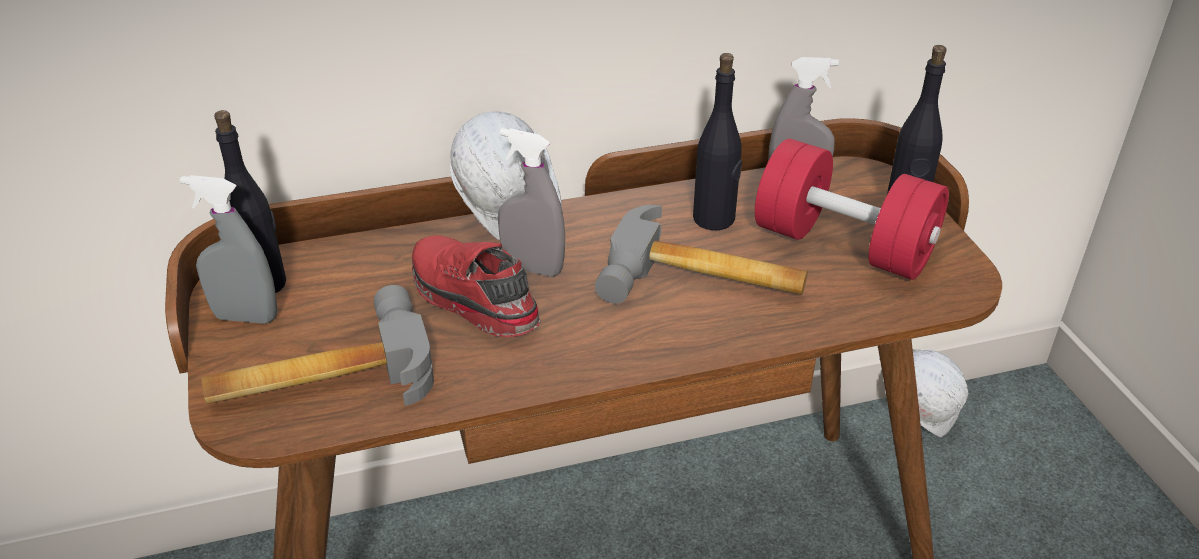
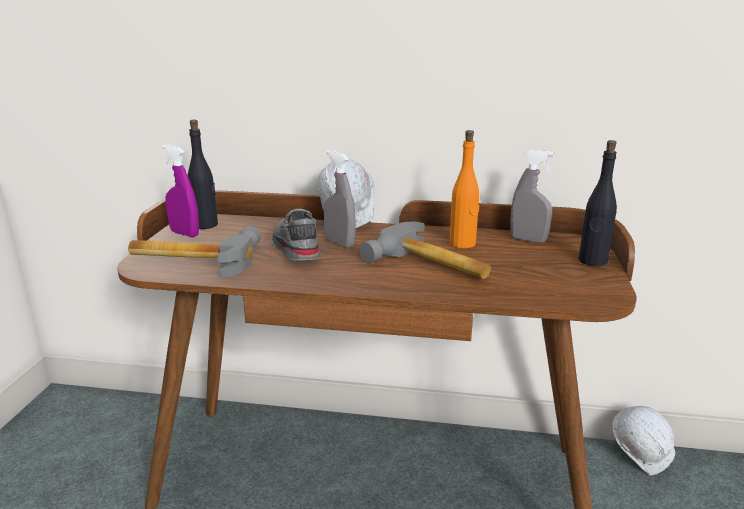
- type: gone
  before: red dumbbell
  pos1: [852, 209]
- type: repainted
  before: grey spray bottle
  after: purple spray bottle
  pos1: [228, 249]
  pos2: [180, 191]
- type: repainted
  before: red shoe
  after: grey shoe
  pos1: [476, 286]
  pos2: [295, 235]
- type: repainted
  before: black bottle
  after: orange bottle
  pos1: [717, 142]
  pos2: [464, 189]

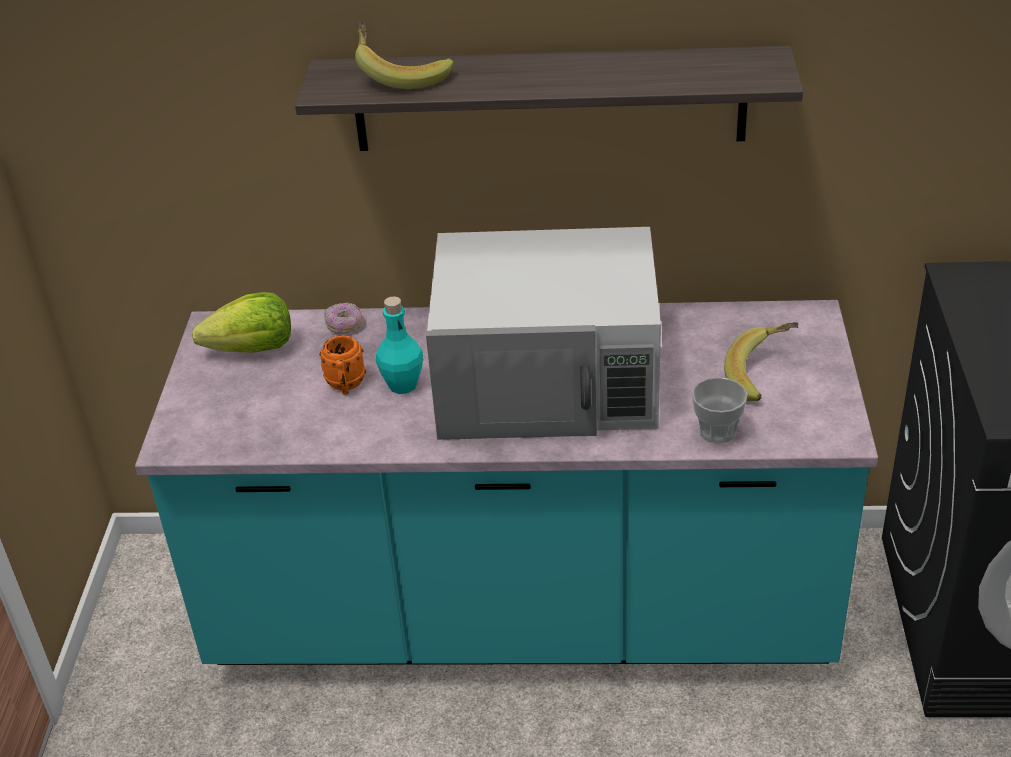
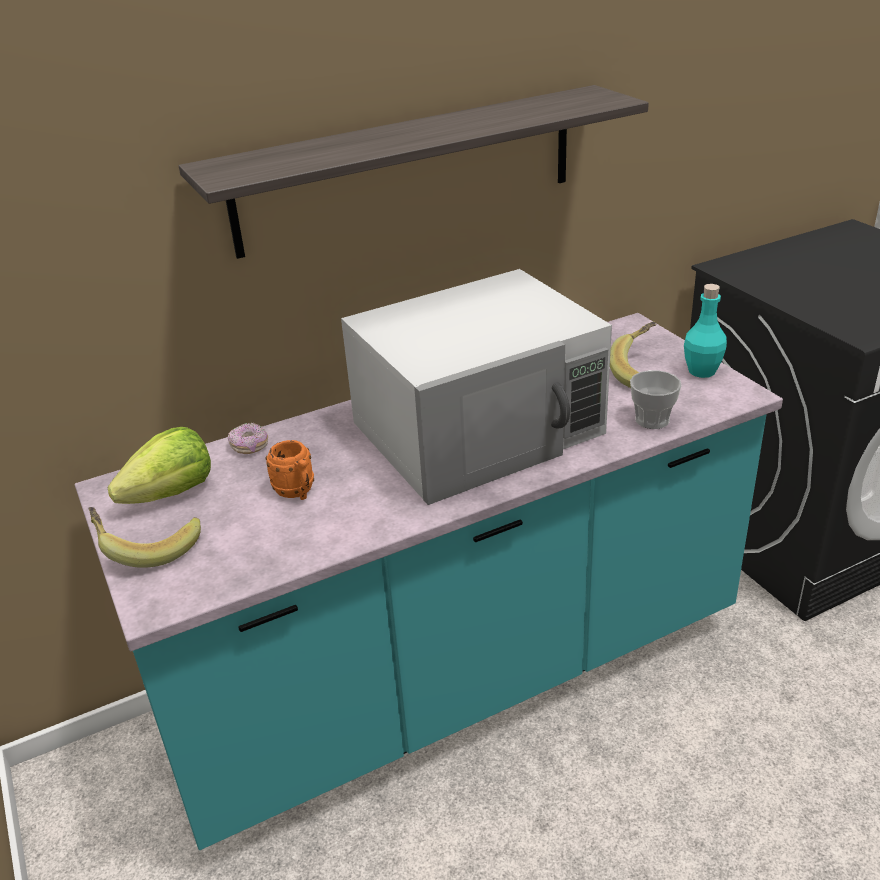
- type: shifted
  before: banana
  pos1: [404, 55]
  pos2: [144, 537]
- type: shifted
  before: turquoise bottle
  pos1: [399, 345]
  pos2: [705, 331]

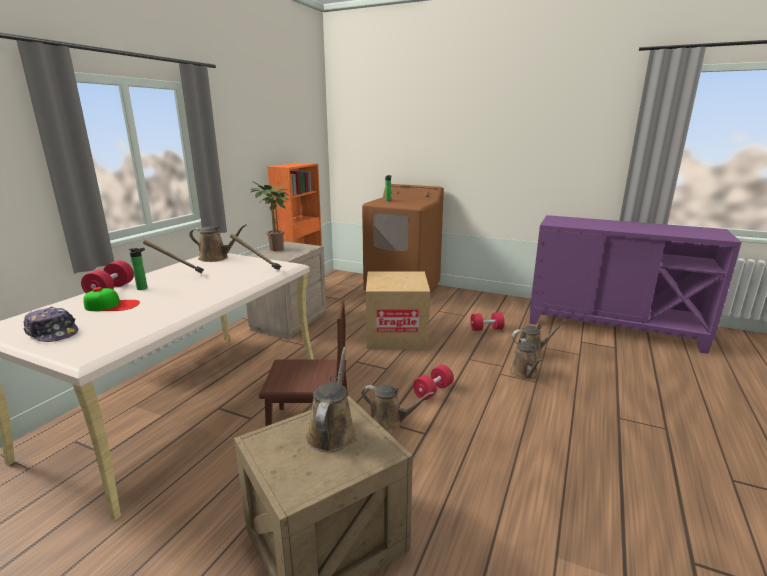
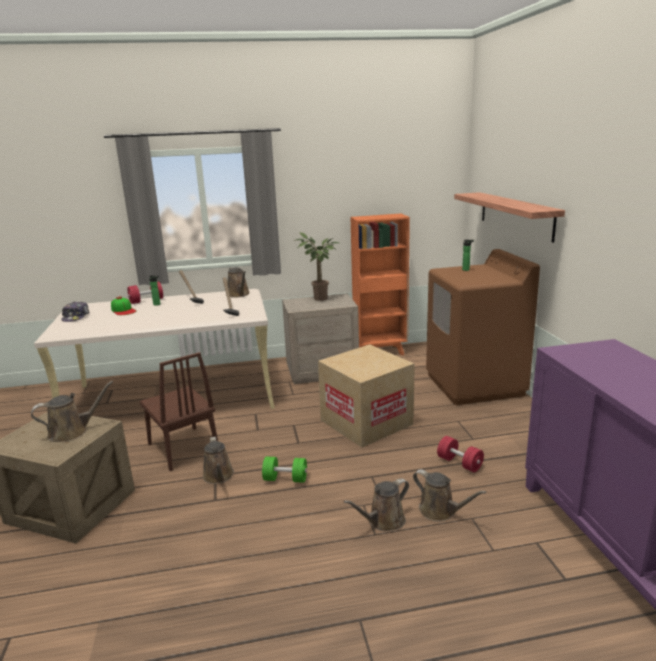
- type: new
  after: shelf
  pos2: [509, 217]
- type: repainted
  before: red dumbbell
  after: green dumbbell
  pos1: [433, 382]
  pos2: [284, 469]

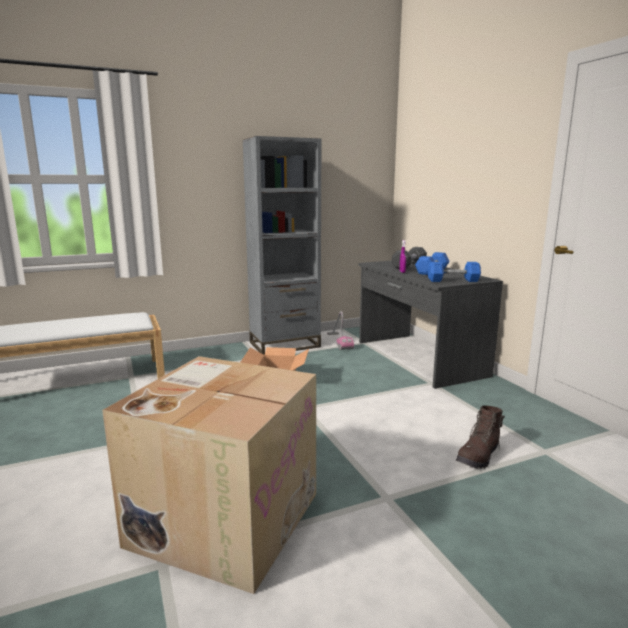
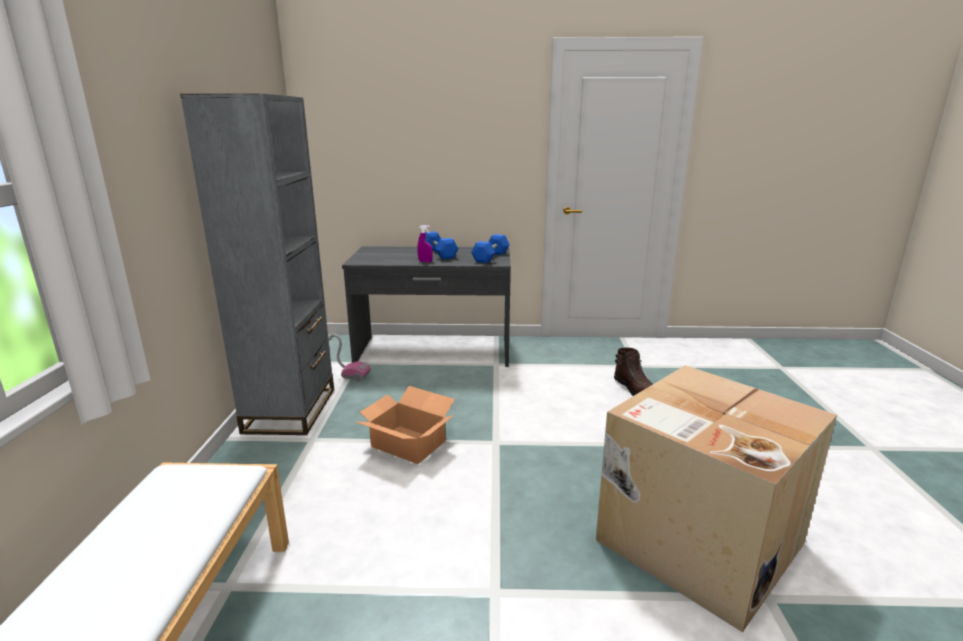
- type: gone
  before: black dumbbell
  pos1: [409, 258]

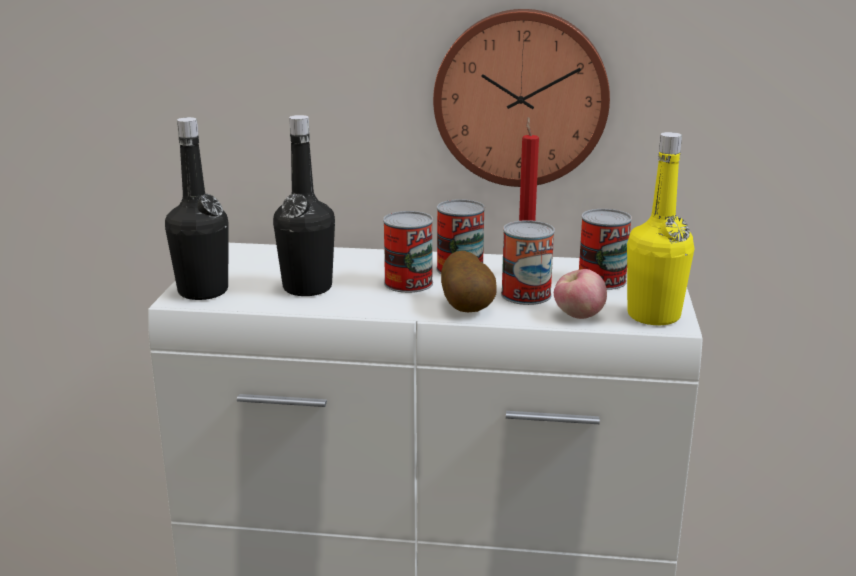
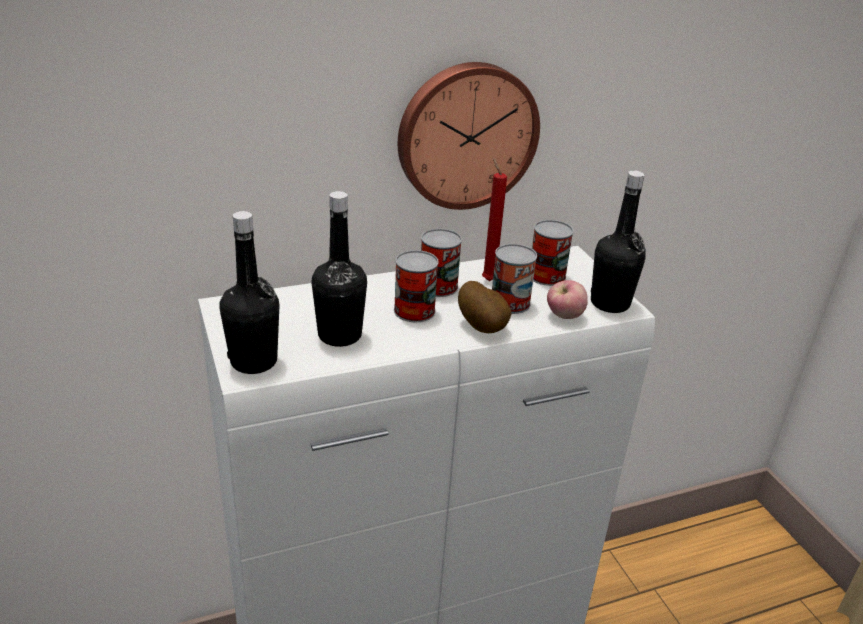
- type: repainted
  before: yellow bottle
  after: black bottle
  pos1: [660, 228]
  pos2: [618, 241]

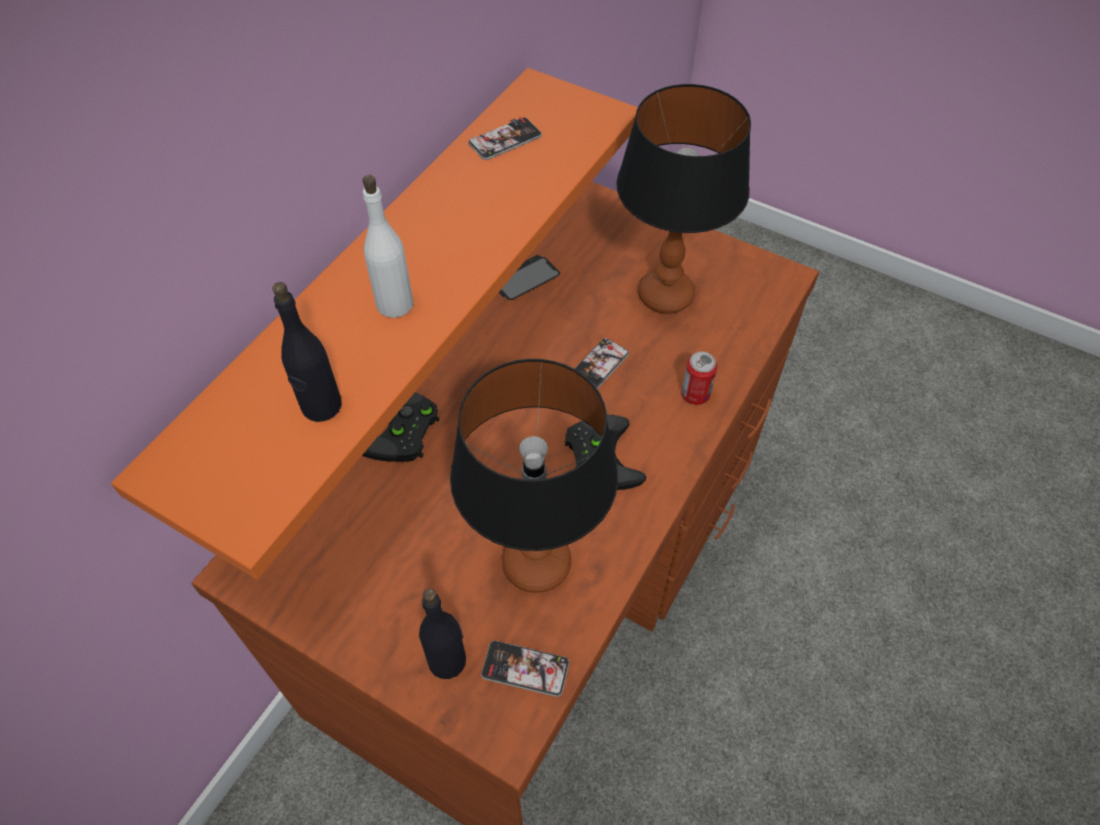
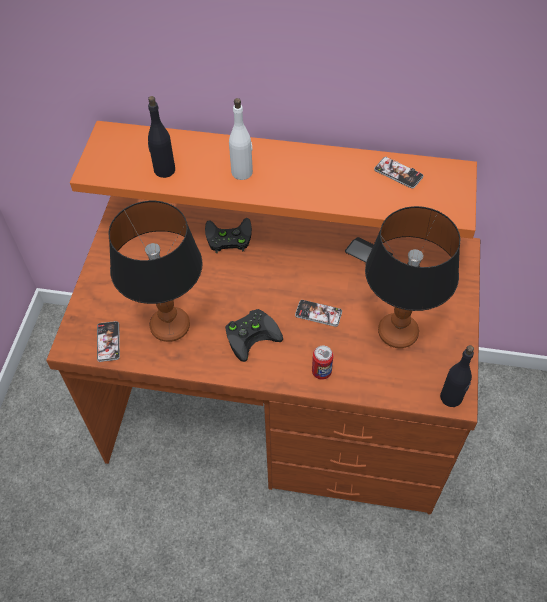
- type: shifted
  before: black bottle
  pos1: [442, 634]
  pos2: [457, 376]

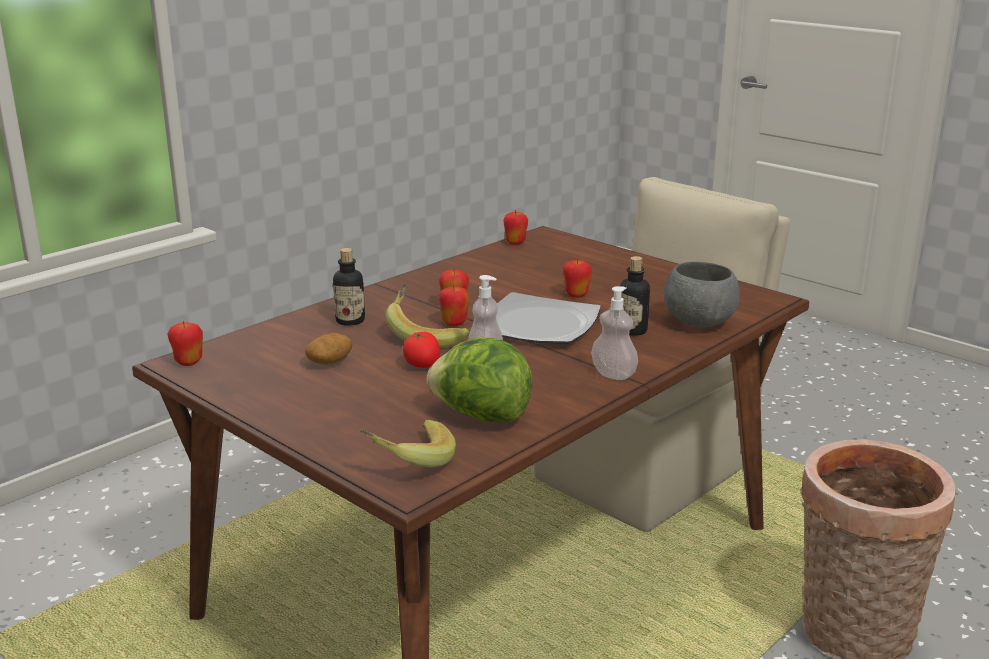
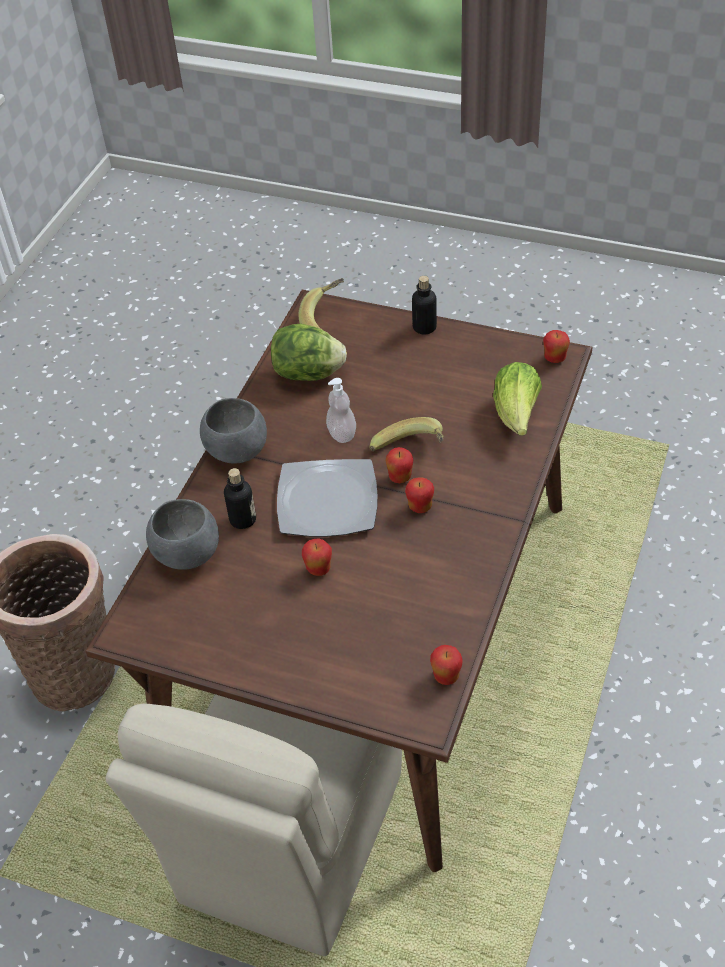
- type: gone
  before: potato
  pos1: [328, 348]
- type: gone
  before: tomato
  pos1: [421, 350]
- type: new
  after: lettuce
  pos2: [517, 399]
- type: shifted
  before: bottle
  pos1: [349, 287]
  pos2: [424, 305]
- type: swapped
  before: soap dispenser
  after: grey bowl
  pos1: [614, 333]
  pos2: [233, 431]

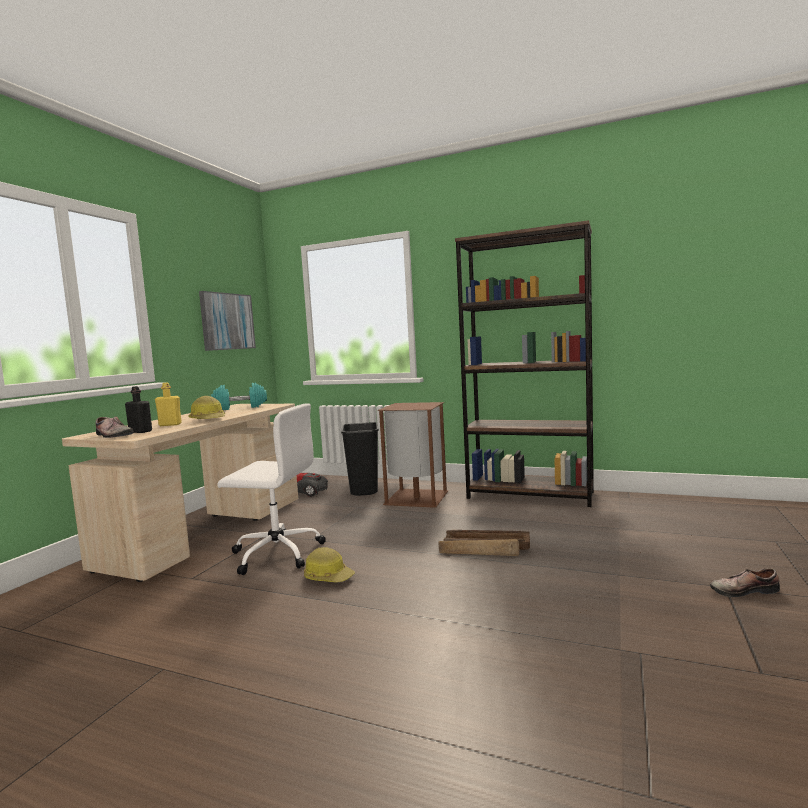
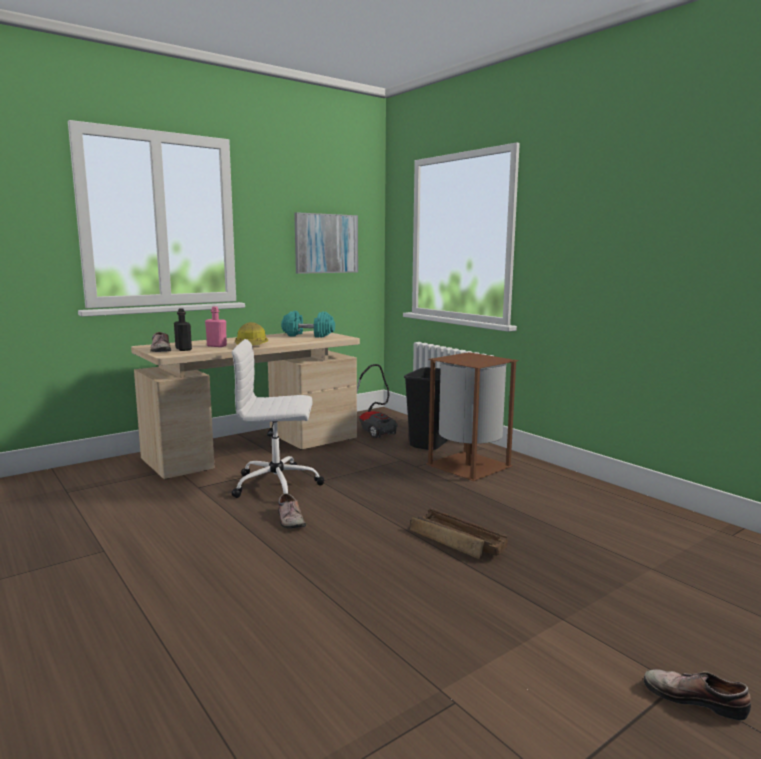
- type: gone
  before: brown bookcase
  pos1: [524, 363]
- type: swapped
  before: hard hat
  after: shoe
  pos1: [329, 565]
  pos2: [292, 511]
- type: repainted
  before: yellow bottle
  after: pink bottle
  pos1: [168, 404]
  pos2: [216, 326]
- type: rotated
  before: white office chair
  pos1: [271, 489]
  pos2: [278, 418]
  turn: 135

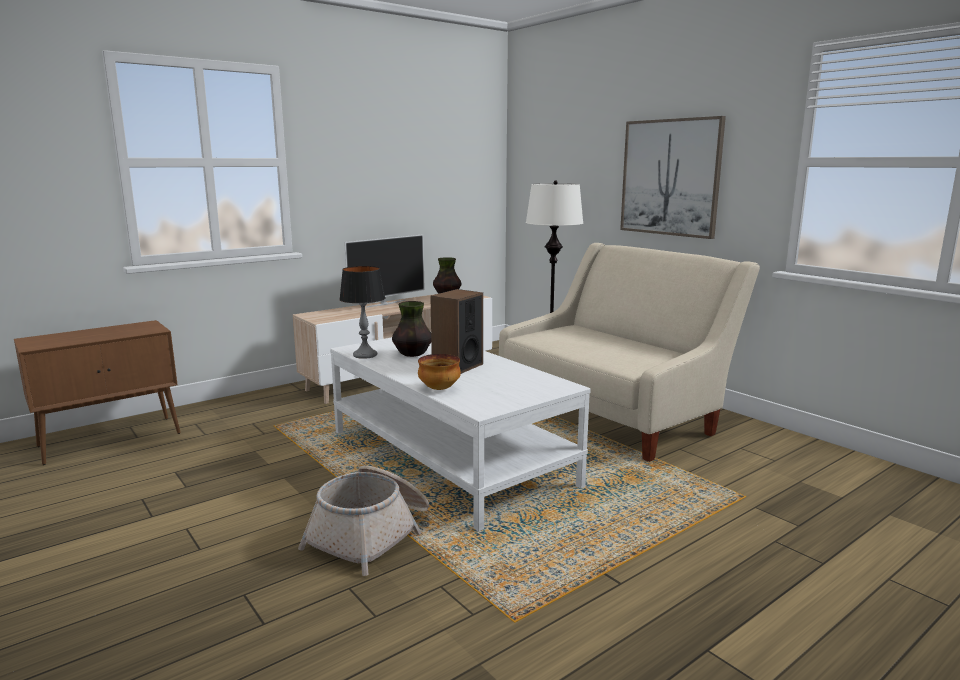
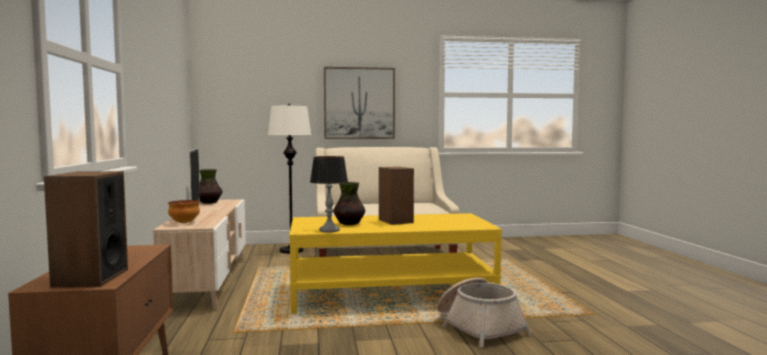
- type: new
  after: speaker
  pos2: [86, 229]
- type: shifted
  before: bowl
  pos1: [439, 372]
  pos2: [184, 211]
- type: repainted
  before: white coffee table
  after: yellow coffee table
  pos1: [460, 434]
  pos2: [395, 263]

